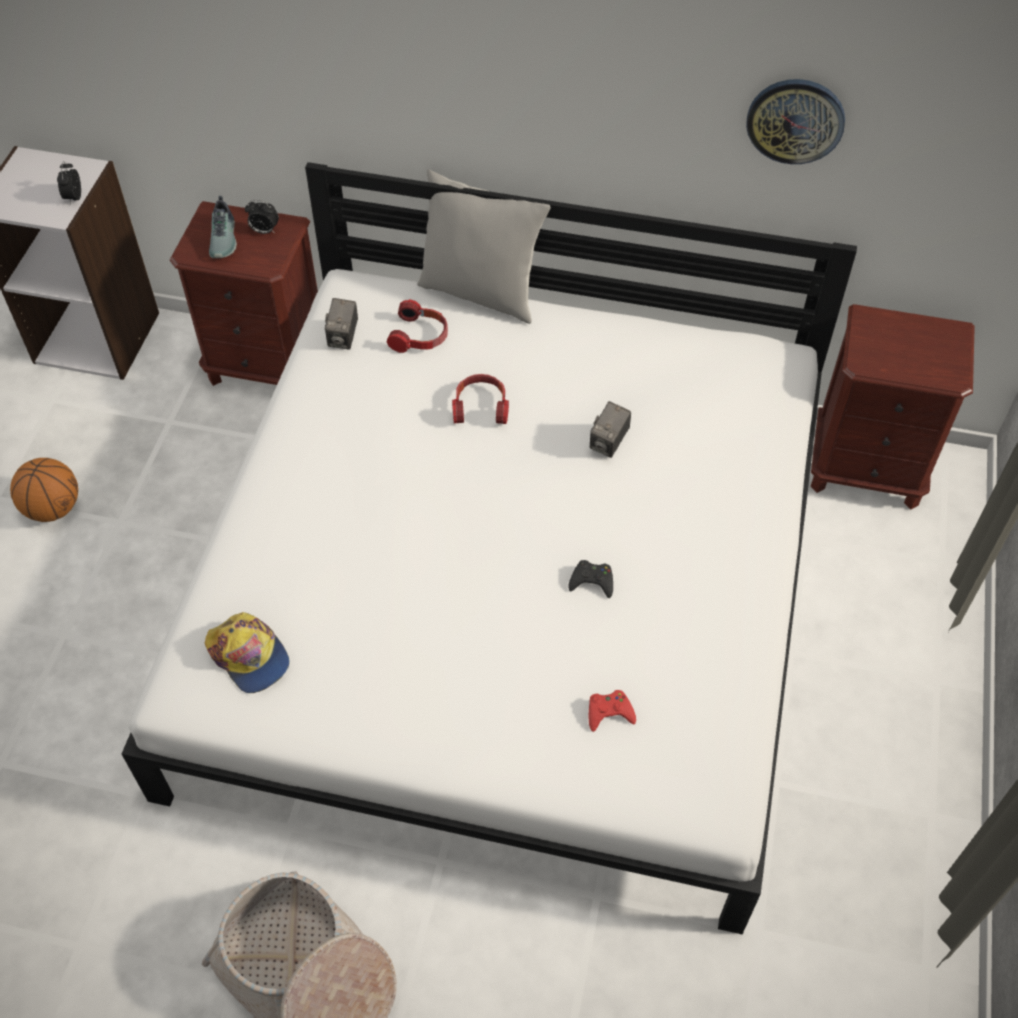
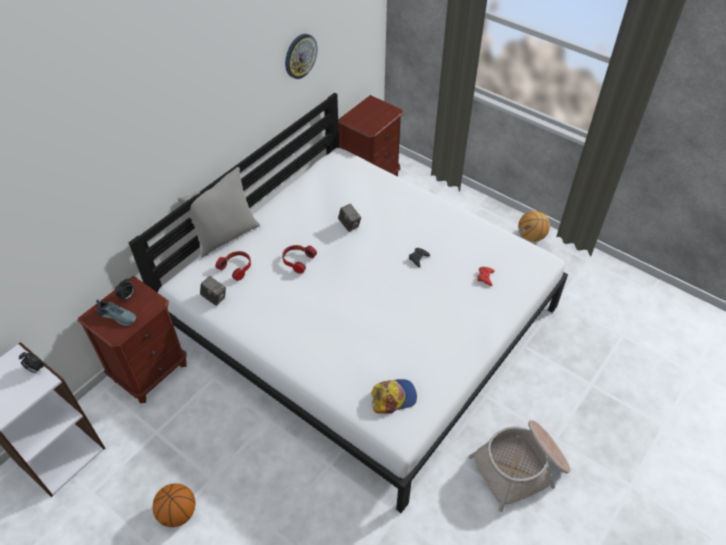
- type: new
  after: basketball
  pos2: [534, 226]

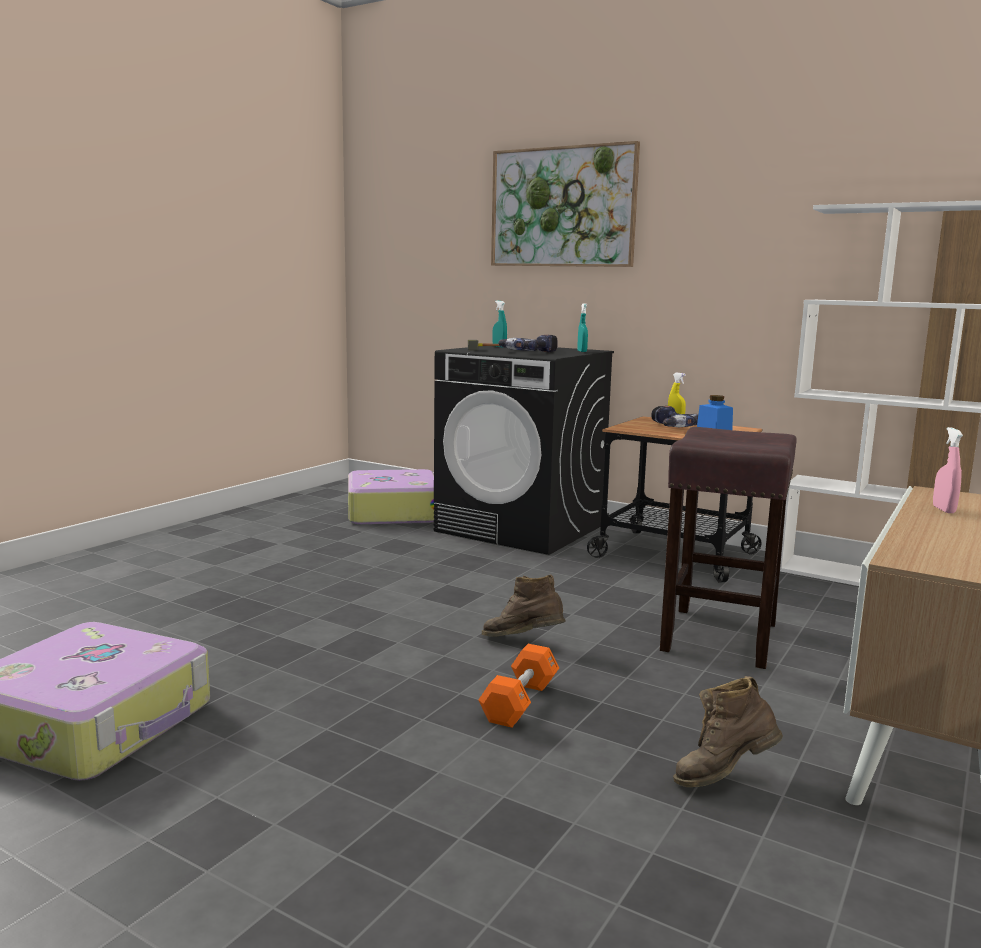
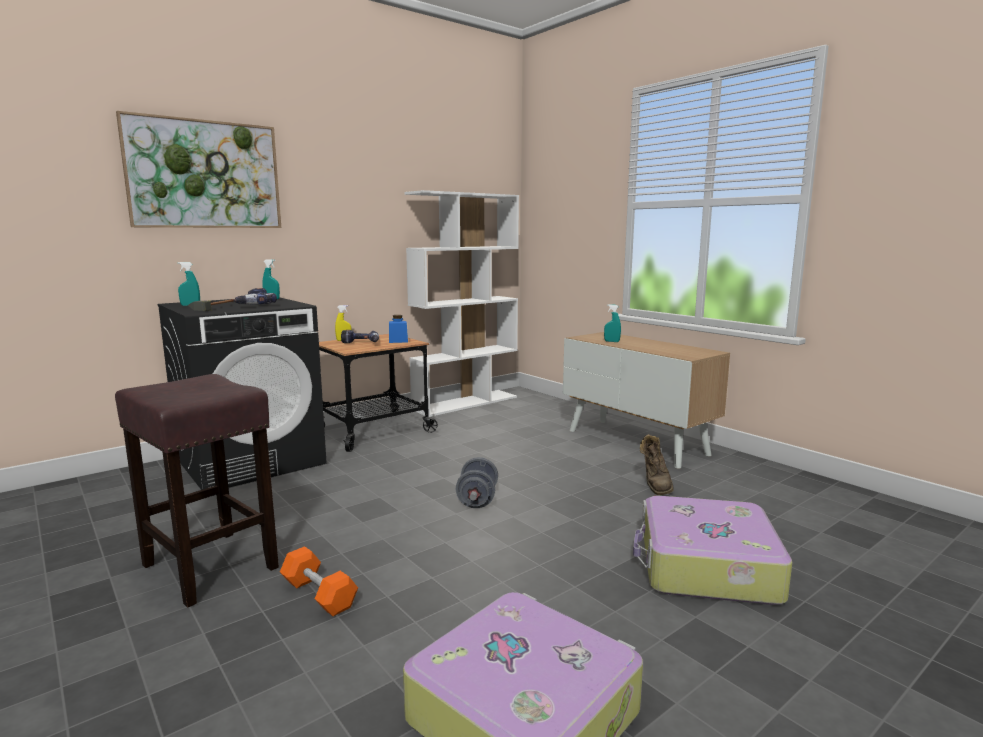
- type: shifted
  before: suitcase
  pos1: [391, 496]
  pos2: [712, 550]
- type: shifted
  before: orange dumbbell
  pos1: [519, 686]
  pos2: [319, 581]
- type: shifted
  before: brown stool
  pos1: [728, 548]
  pos2: [197, 491]
- type: swapped
  before: brown boot
  after: grey dumbbell
  pos1: [524, 605]
  pos2: [477, 482]
- type: repainted
  before: pink spray bottle
  after: turquoise spray bottle
  pos1: [948, 470]
  pos2: [612, 323]

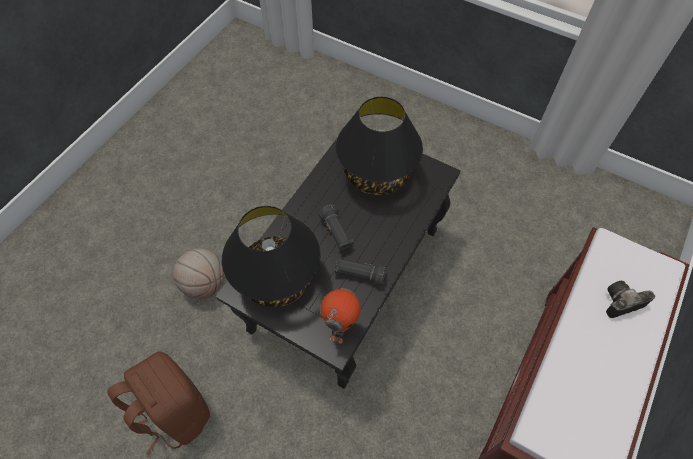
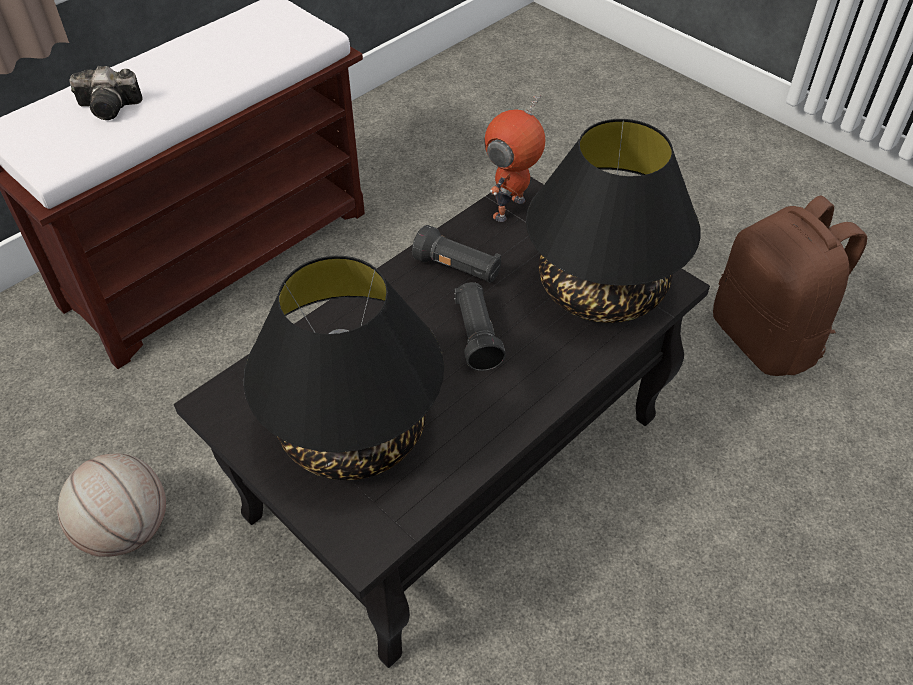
- type: shifted
  before: basketball
  pos1: [199, 274]
  pos2: [111, 505]

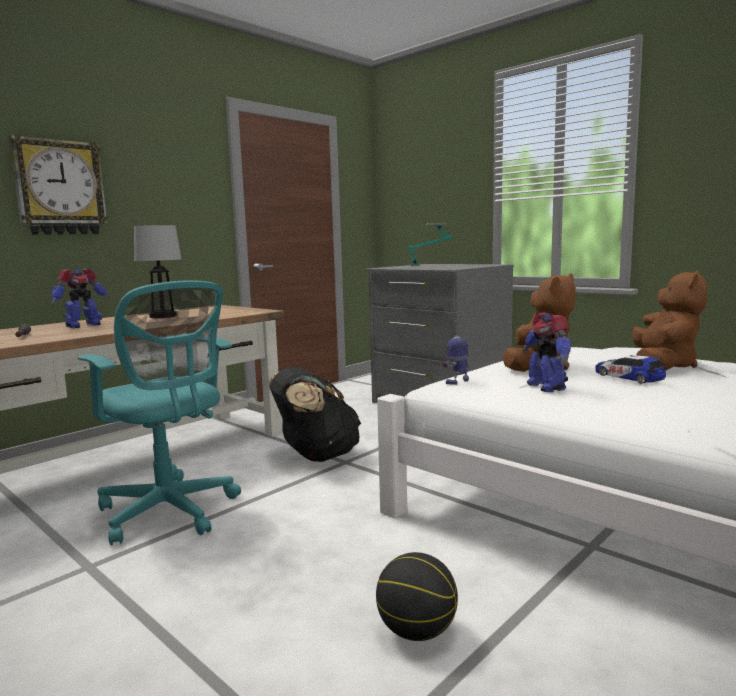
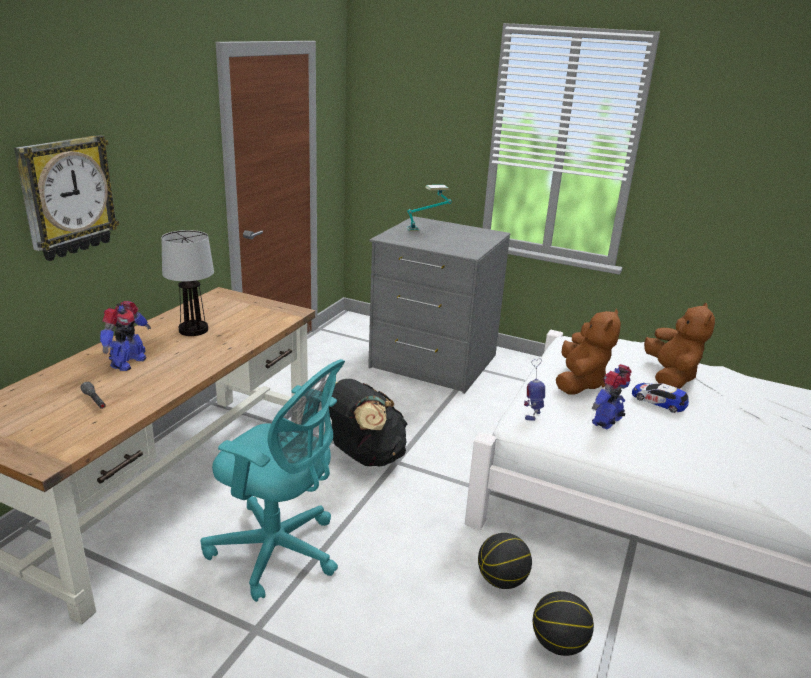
- type: new
  after: basketball
  pos2: [505, 561]
- type: rotated
  before: toy robot
  pos1: [546, 352]
  pos2: [612, 396]
  turn: 75

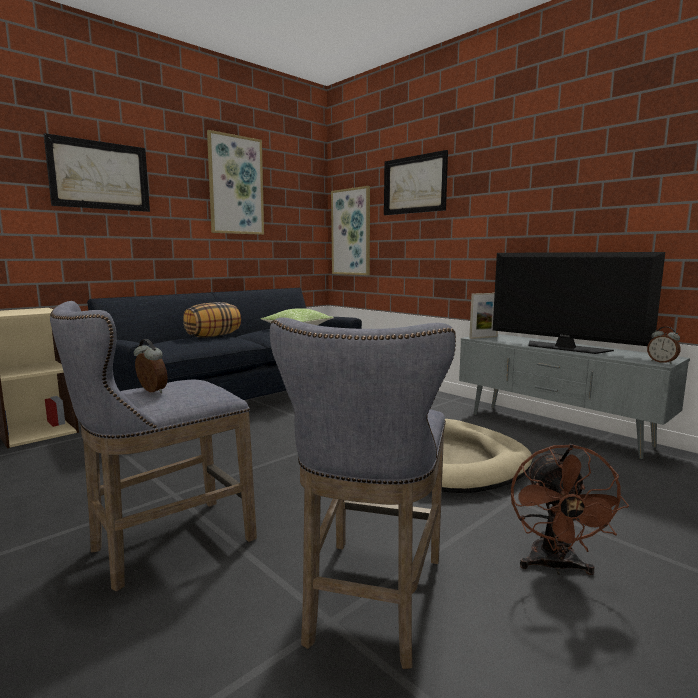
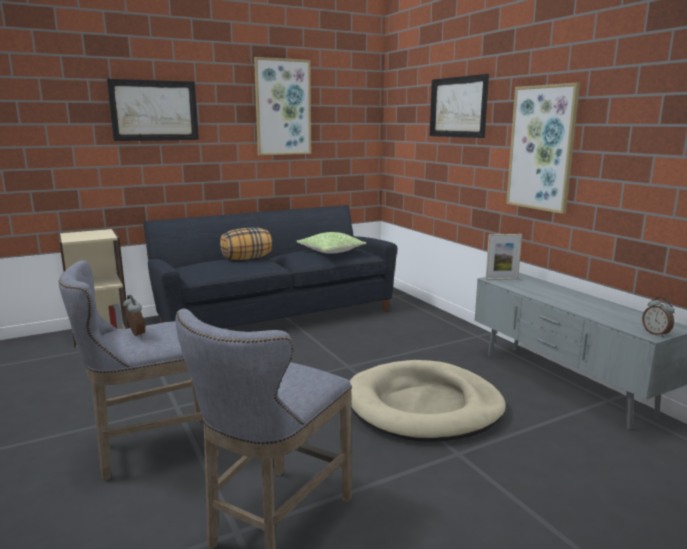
- type: gone
  before: television
  pos1: [579, 303]
- type: gone
  before: brown fan
  pos1: [570, 509]
- type: shifted
  before: picture
  pos1: [350, 230]
  pos2: [543, 148]

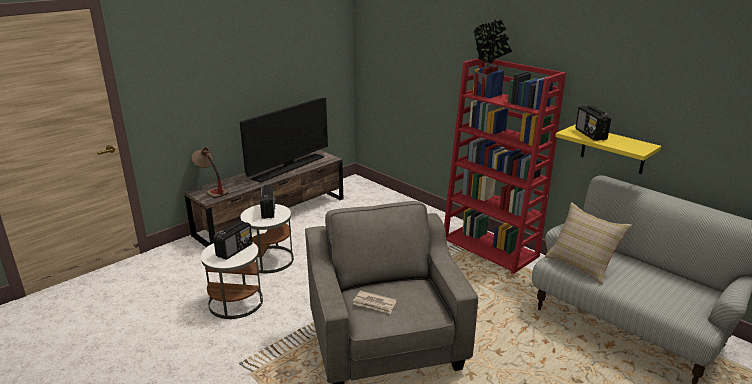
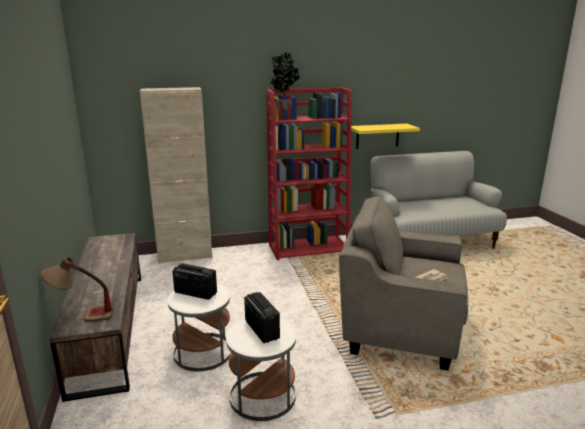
- type: gone
  before: television
  pos1: [284, 140]
- type: gone
  before: beige pillow
  pos1: [588, 243]
- type: gone
  before: radio
  pos1: [593, 123]
- type: new
  after: beige cabinet
  pos2: [176, 175]

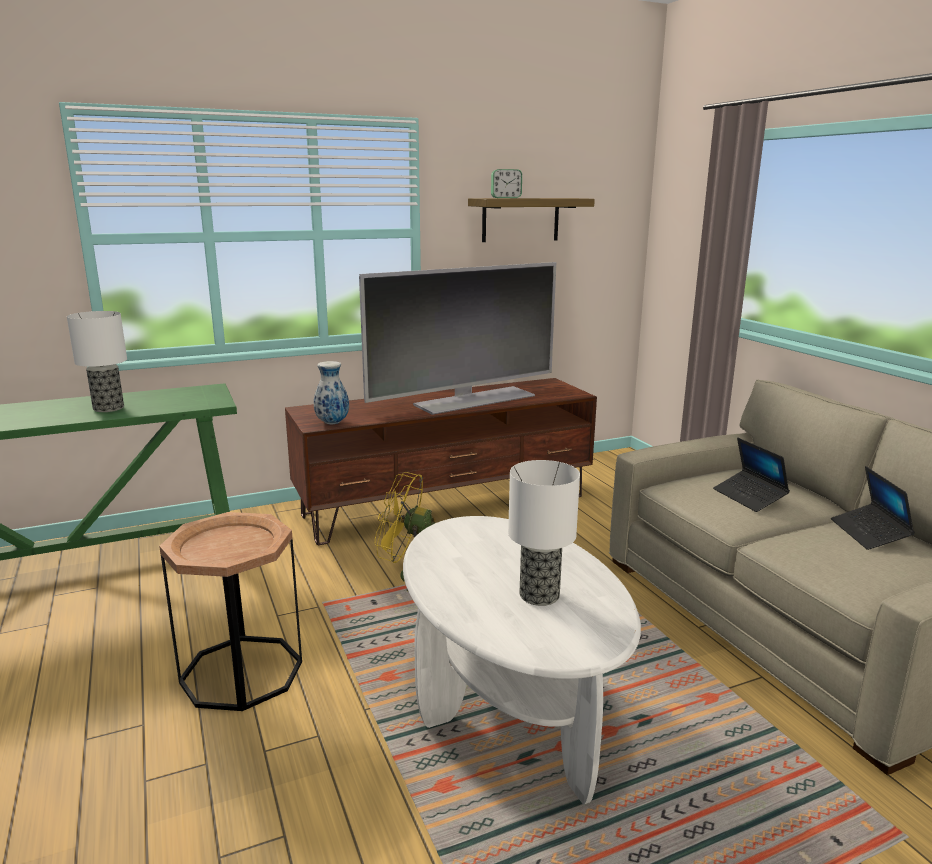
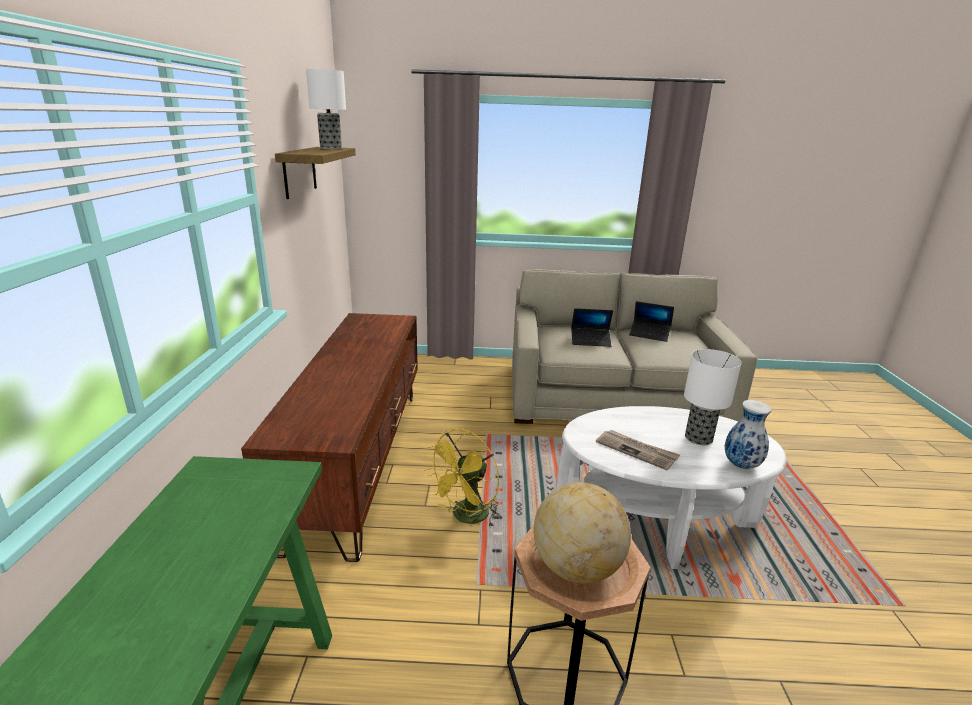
- type: gone
  before: television
  pos1: [457, 338]
- type: gone
  before: alarm clock
  pos1: [506, 183]
- type: new
  after: globe
  pos2: [582, 533]
- type: new
  after: newspaper
  pos2: [638, 450]
- type: shifted
  before: table lamp
  pos1: [97, 361]
  pos2: [326, 109]
- type: shifted
  before: vase
  pos1: [331, 392]
  pos2: [748, 434]

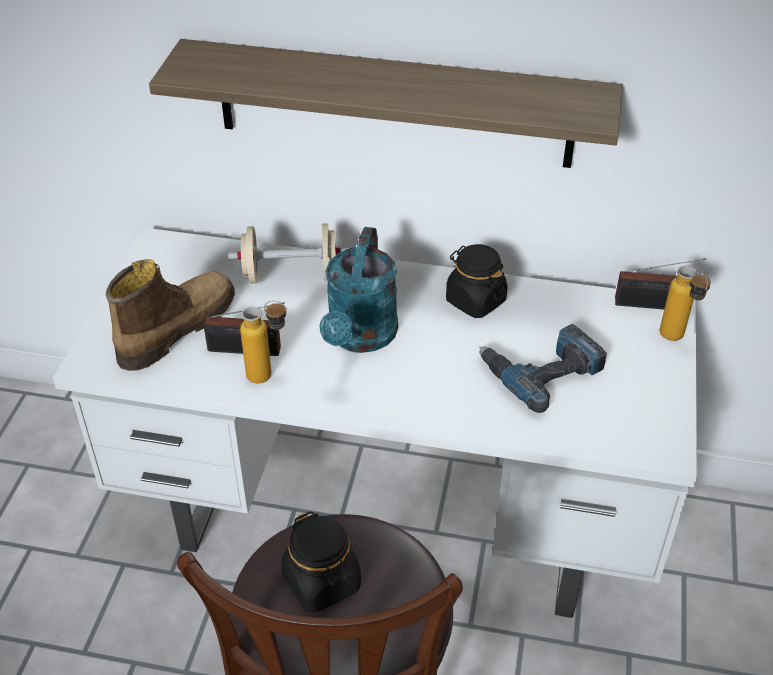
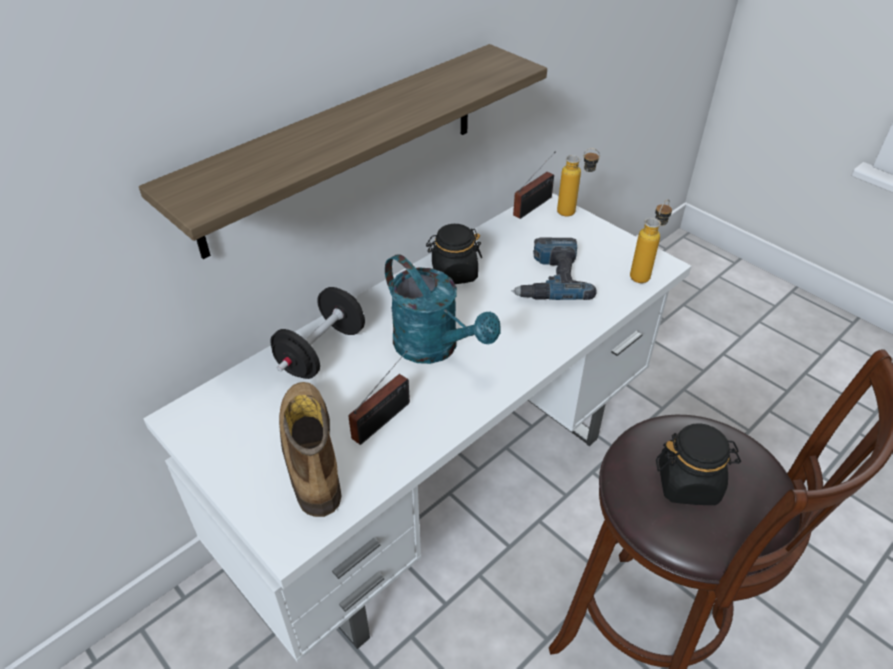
- type: shifted
  before: bottle
  pos1: [263, 341]
  pos2: [651, 241]
- type: repainted
  before: beige dumbbell
  after: black dumbbell
  pos1: [288, 253]
  pos2: [317, 333]

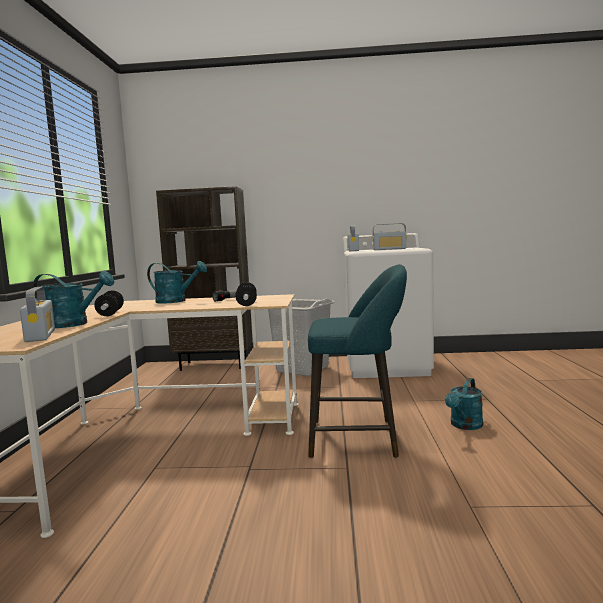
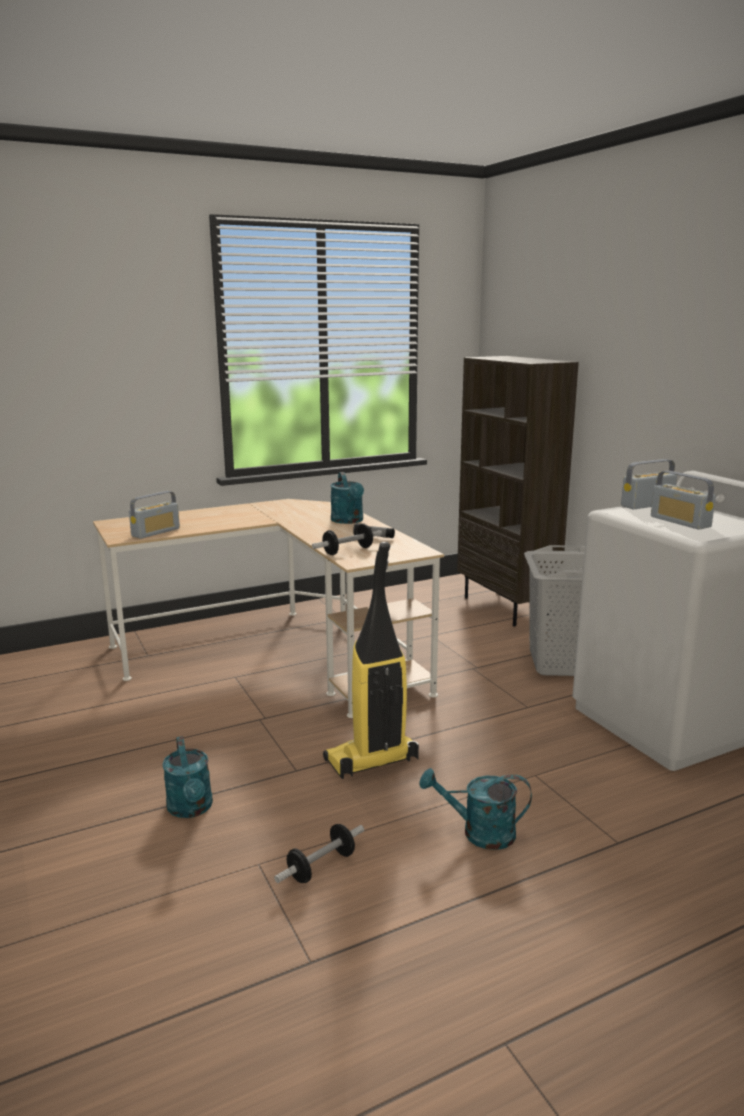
- type: shifted
  before: turquoise watering can
  pos1: [73, 299]
  pos2: [187, 777]
- type: shifted
  before: dumbbell
  pos1: [109, 303]
  pos2: [319, 853]
- type: swapped
  before: turquoise stool
  after: vacuum cleaner
  pos1: [357, 362]
  pos2: [371, 660]

